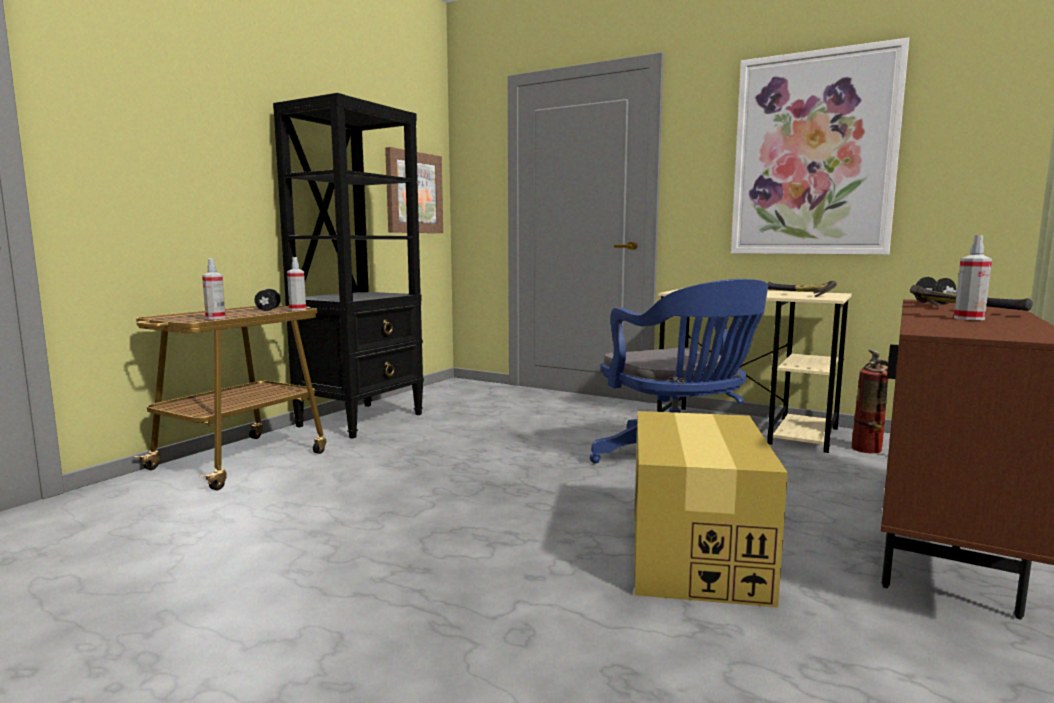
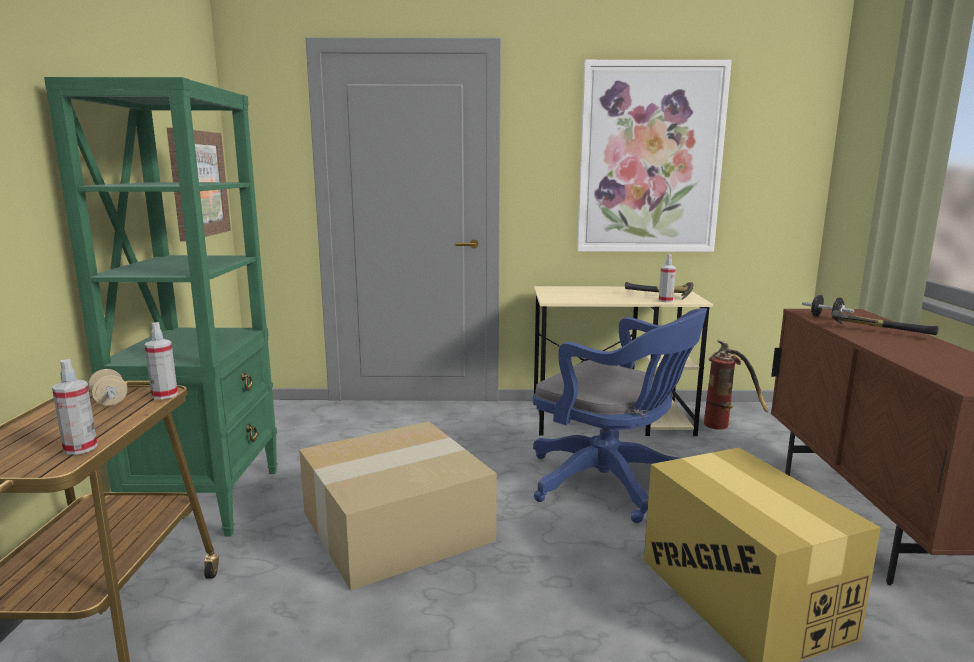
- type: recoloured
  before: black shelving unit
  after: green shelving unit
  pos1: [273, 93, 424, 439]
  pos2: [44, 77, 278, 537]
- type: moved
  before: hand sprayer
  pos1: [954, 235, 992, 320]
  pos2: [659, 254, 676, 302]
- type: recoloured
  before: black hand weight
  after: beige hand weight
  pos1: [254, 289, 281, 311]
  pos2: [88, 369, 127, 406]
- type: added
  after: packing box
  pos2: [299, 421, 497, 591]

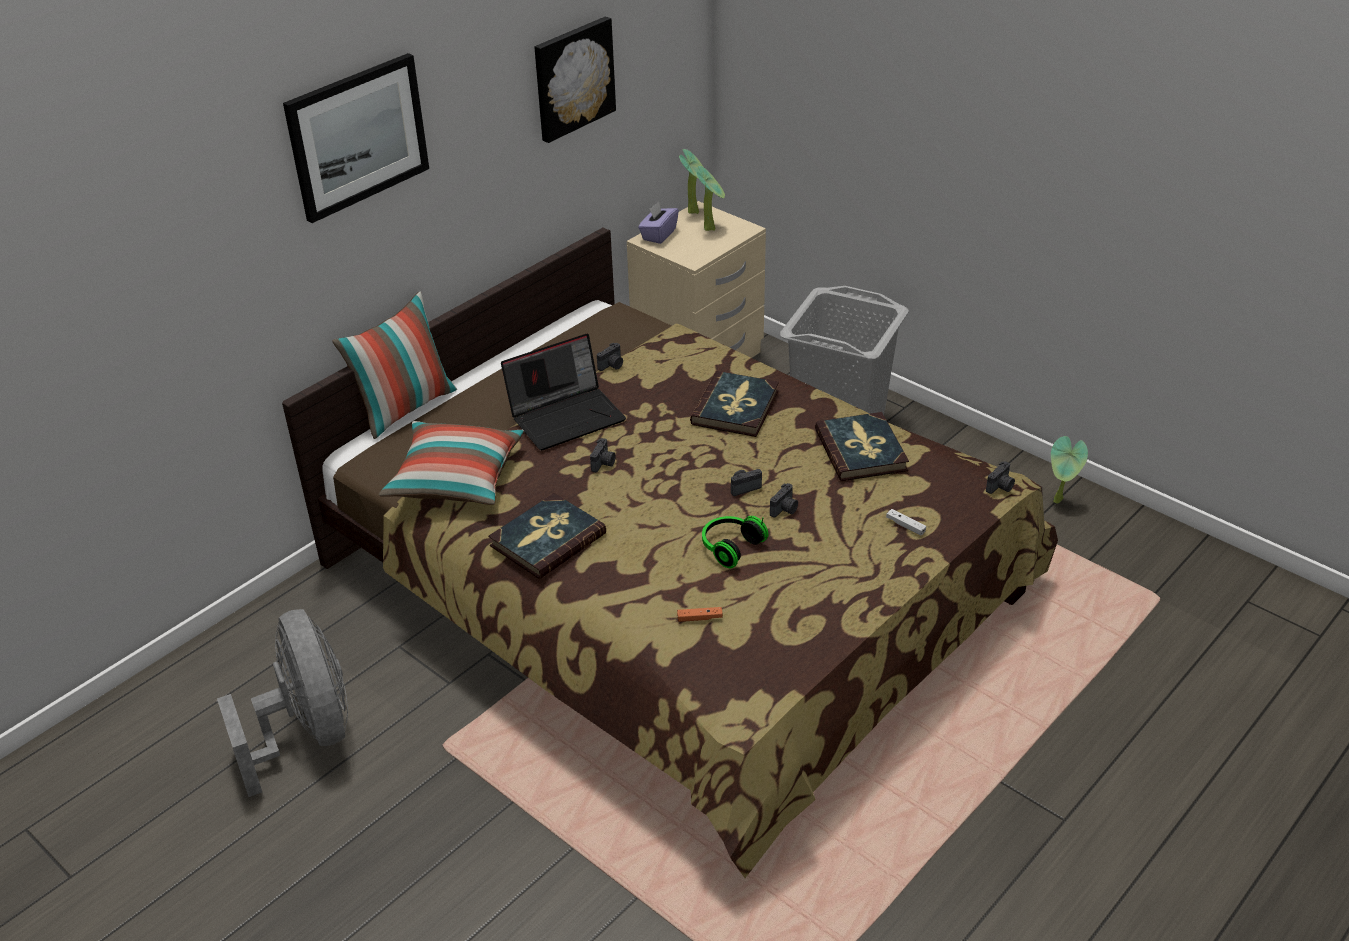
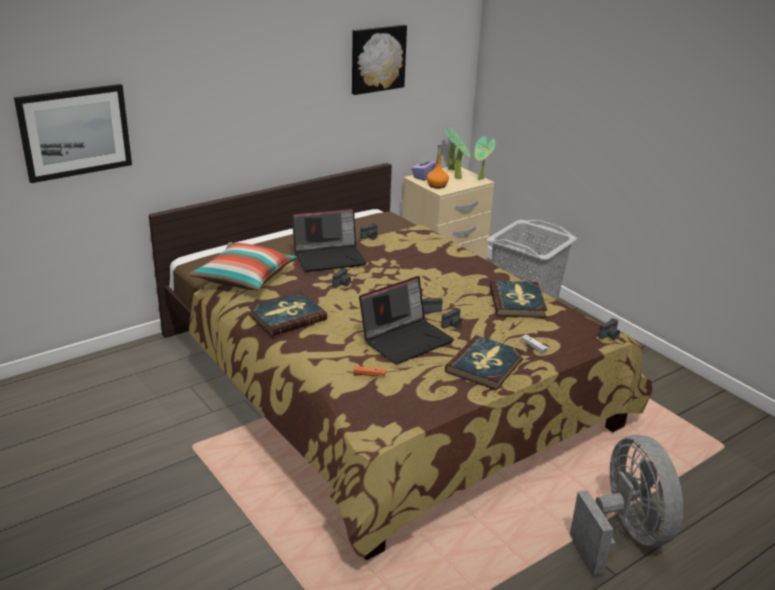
- type: moved
  before: picture
  pos1: [283, 53, 429, 223]
  pos2: [14, 84, 132, 183]
- type: removed
  before: cushion
  pos1: [332, 292, 457, 439]
- type: moved
  before: book
  pos1: [690, 371, 779, 437]
  pos2: [445, 335, 524, 390]
- type: moved
  before: houseplant
  pos1: [1051, 436, 1088, 504]
  pos2: [475, 136, 496, 180]
- type: replaced
  before: headset
  after: laptop
  pos1: [702, 516, 768, 568]
  pos2: [359, 276, 454, 364]
- type: moved
  before: gray electric fan
  pos1: [217, 609, 348, 797]
  pos2: [570, 435, 683, 575]
- type: added
  after: orange-coloured beverage bottle
  pos2: [427, 144, 449, 189]

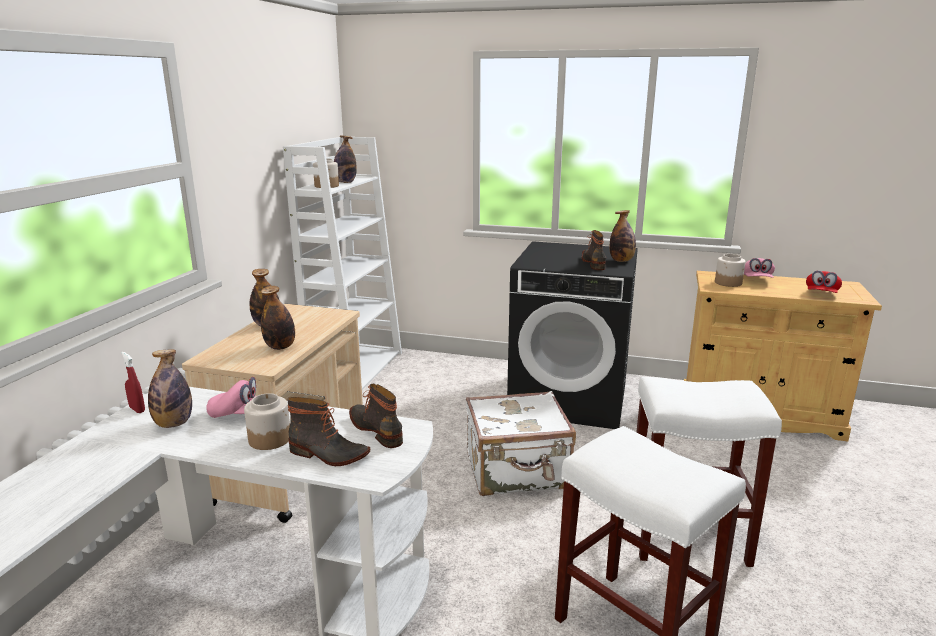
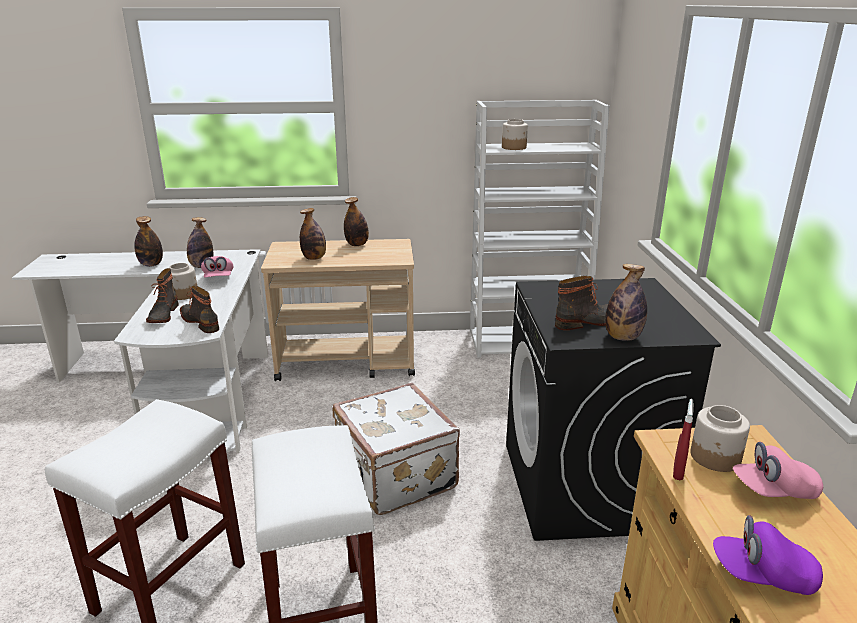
- type: moved
  before: beverage bottle
  pos1: [334, 135, 357, 183]
  pos2: [134, 216, 163, 267]
- type: recoloured
  before: reddish peaked cap
  after: purple-coloured peaked cap
  pos1: [806, 270, 842, 293]
  pos2: [713, 515, 823, 595]
- type: moved
  before: reddish hand sprayer
  pos1: [121, 352, 145, 413]
  pos2: [673, 399, 694, 480]
- type: turned
  before: tall boot
  pos1: [349, 384, 403, 448]
  pos2: [180, 286, 219, 333]
  turn: -75

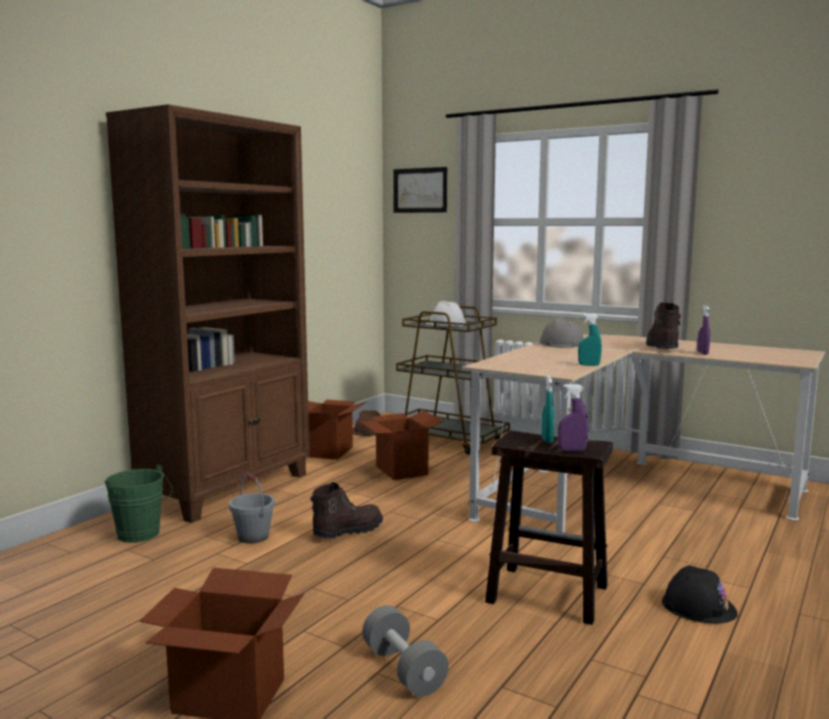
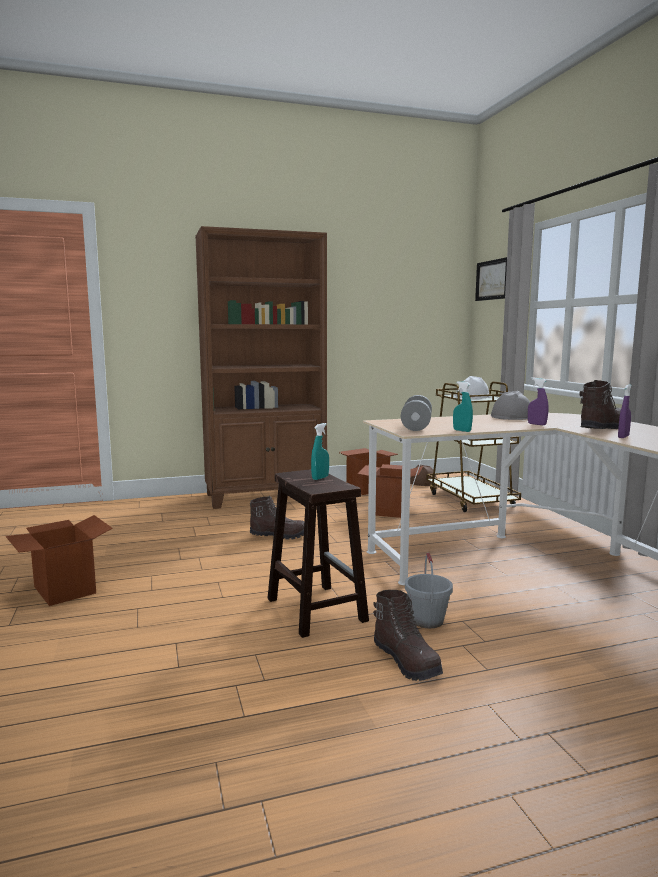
- type: moved
  before: purple-coloured hand sprayer
  pos1: [558, 384, 588, 451]
  pos2: [528, 378, 548, 425]
- type: removed
  before: green bucket
  pos1: [105, 465, 172, 543]
- type: moved
  before: gray bucket
  pos1: [229, 473, 275, 543]
  pos2: [405, 553, 453, 628]
- type: replaced
  before: black safety helmet
  after: brownish tall boot
  pos1: [662, 565, 738, 623]
  pos2: [373, 590, 443, 681]
- type: moved
  before: gray hand weight
  pos1: [362, 605, 449, 696]
  pos2: [401, 395, 432, 431]

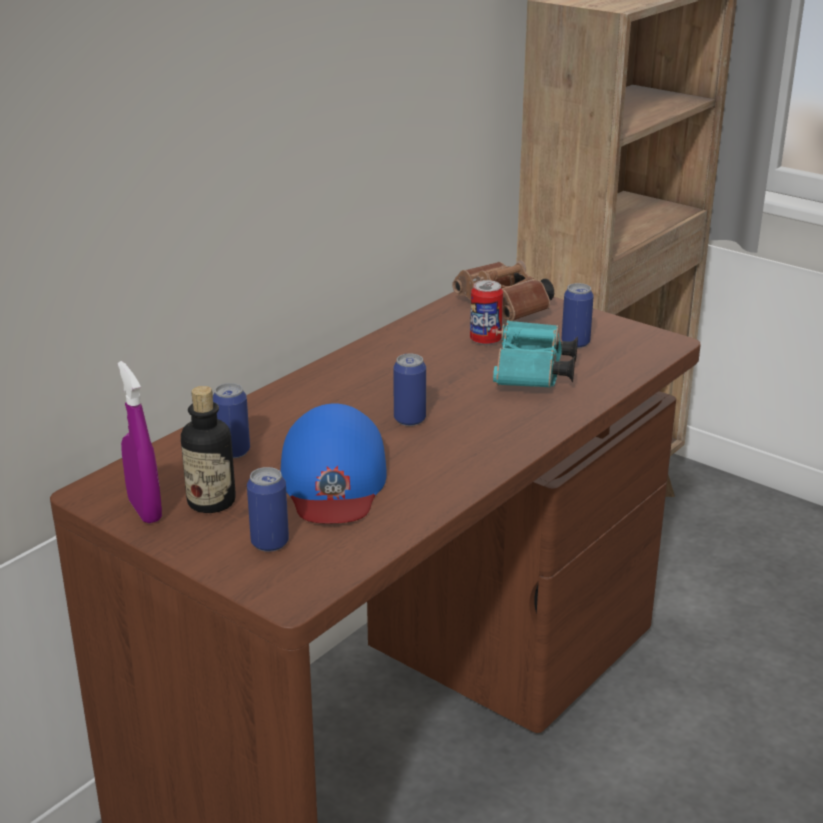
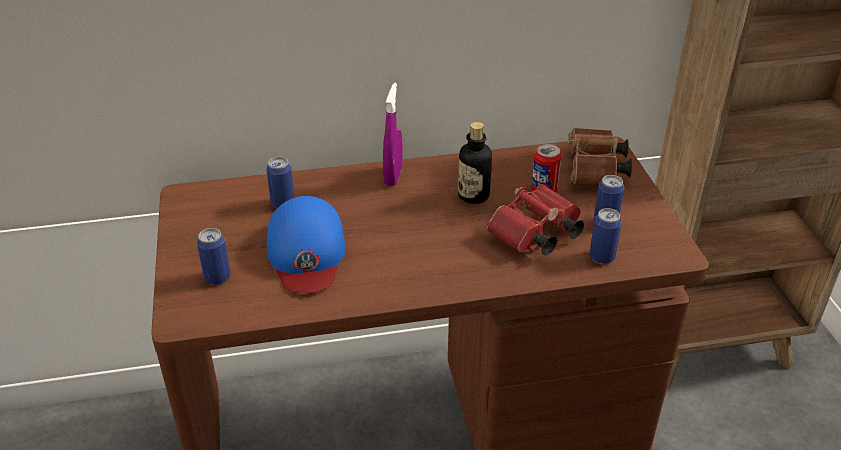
- type: recoloured
  before: turquoise binoculars
  after: reddish binoculars
  pos1: [493, 320, 578, 388]
  pos2: [487, 184, 584, 255]
- type: moved
  before: can
  pos1: [393, 354, 426, 426]
  pos2: [589, 208, 622, 264]
- type: moved
  before: purple-coloured hand sprayer
  pos1: [118, 361, 162, 524]
  pos2: [383, 83, 402, 186]
- type: moved
  before: beverage bottle
  pos1: [181, 386, 236, 513]
  pos2: [458, 122, 492, 204]
- type: turned
  before: blue-coloured peaked cap
  pos1: [280, 404, 387, 523]
  pos2: [267, 196, 345, 293]
  turn: -45

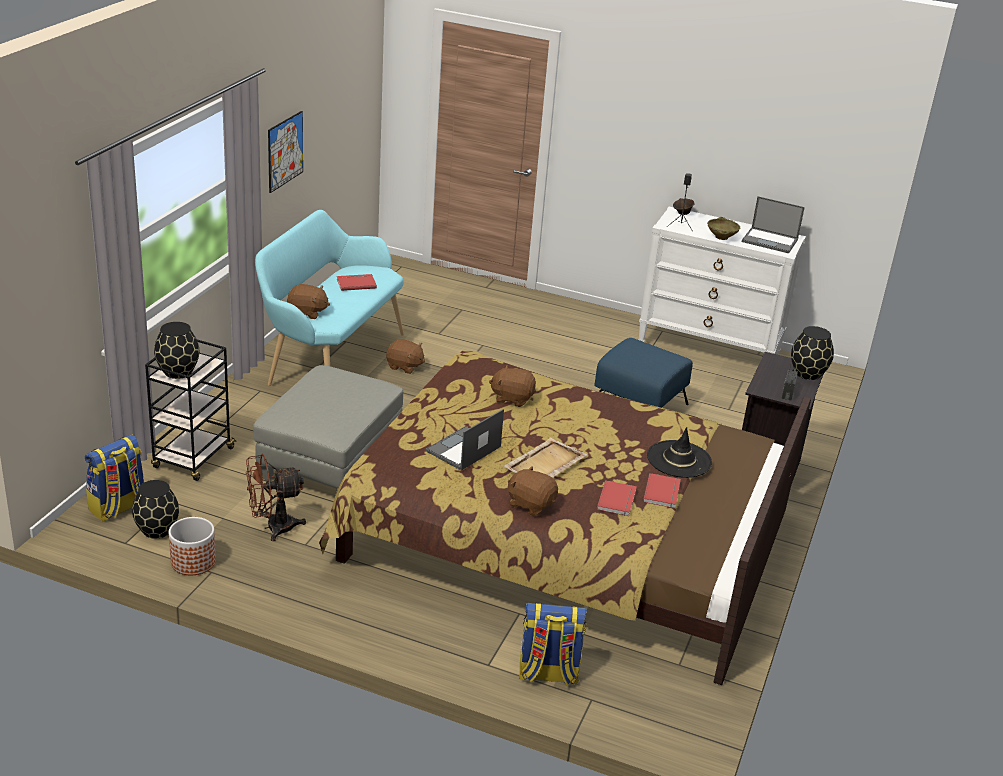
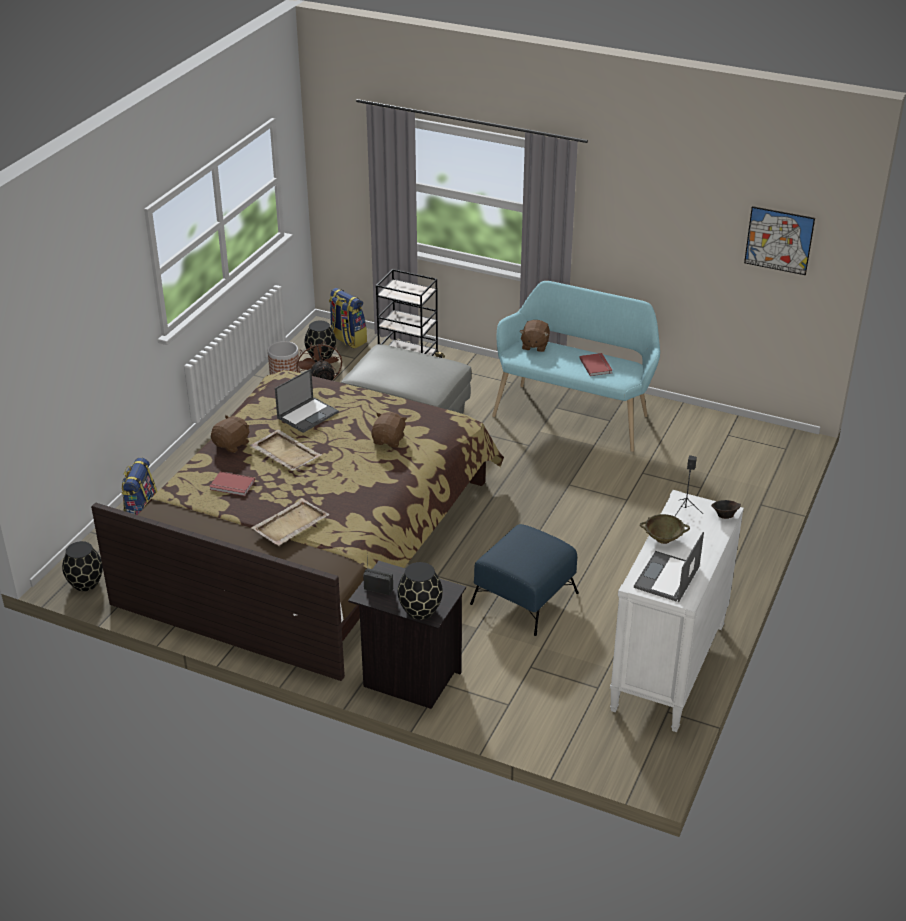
- type: moved
  before: picture
  pos1: [268, 111, 303, 193]
  pos2: [744, 206, 815, 275]
- type: moved
  before: black decorative vase
  pos1: [154, 322, 199, 379]
  pos2: [62, 541, 103, 591]
- type: removed
  before: brownish soft toy
  pos1: [386, 339, 425, 374]
- type: turned
  before: laptop
  pos1: [426, 409, 504, 471]
  pos2: [275, 369, 339, 433]
  turn: 90
- type: replaced
  before: black clothing hat
  after: beige carrying tray
  pos1: [647, 427, 712, 478]
  pos2: [251, 498, 330, 546]
- type: removed
  before: reddish book
  pos1: [643, 473, 681, 508]

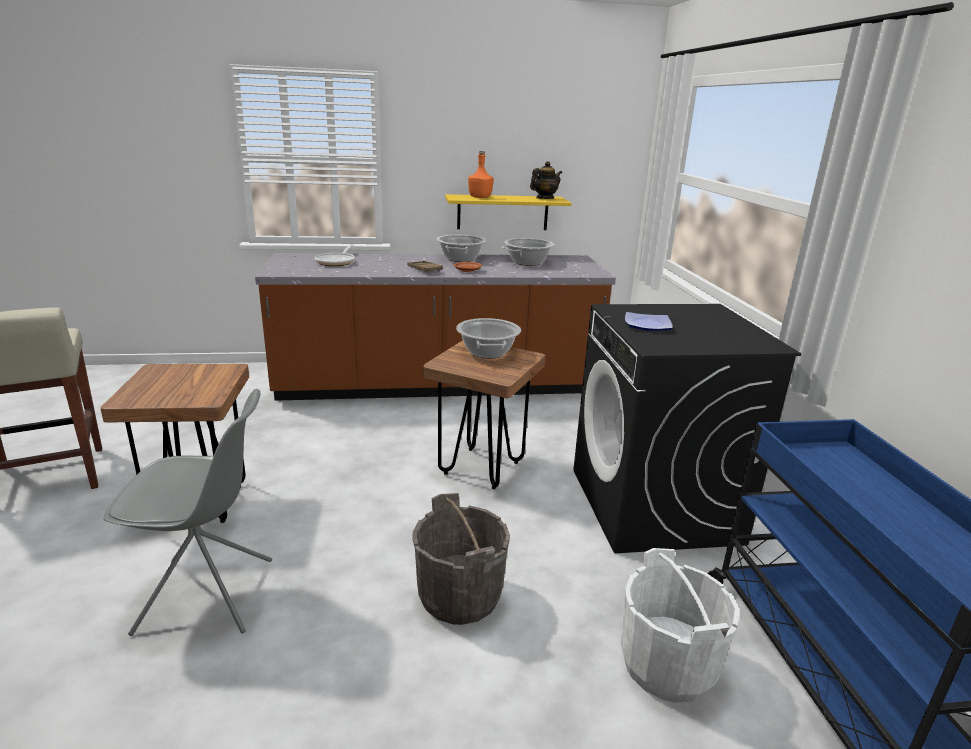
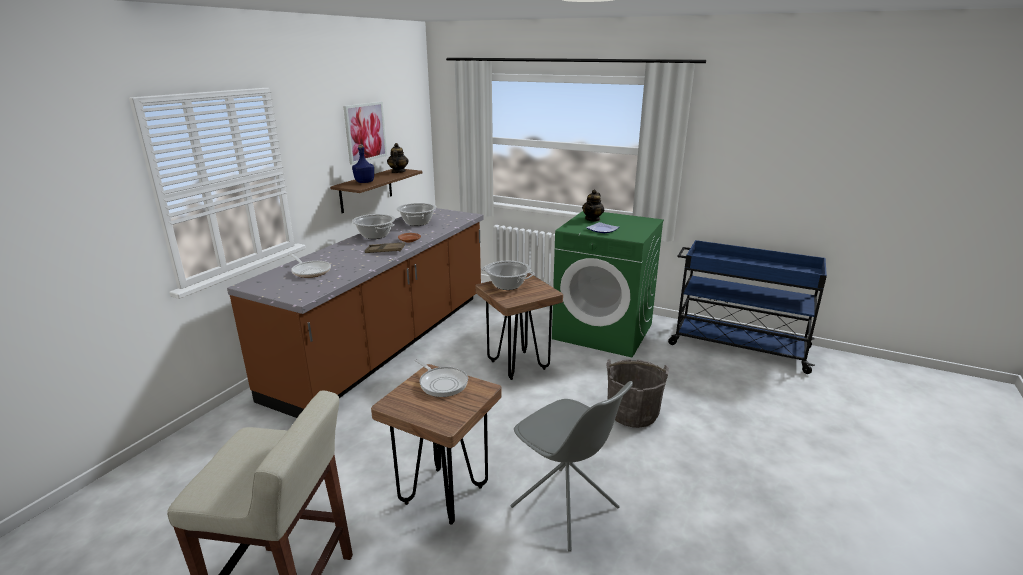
- type: recoloured
  before: orange-coloured beverage bottle
  after: blue-coloured beverage bottle
  pos1: [468, 151, 494, 198]
  pos2: [352, 144, 374, 183]
- type: recoloured
  before: yellowish shelf
  after: brownish shelf
  pos1: [445, 194, 572, 230]
  pos2: [330, 169, 422, 213]
- type: recoloured
  before: black laundry appliance
  after: green laundry appliance
  pos1: [573, 304, 802, 553]
  pos2: [552, 211, 664, 358]
- type: turned
  before: gray plain chair
  pos1: [103, 389, 272, 636]
  pos2: [510, 381, 633, 551]
  turn: 105
- type: removed
  before: whitish bucket
  pos1: [621, 548, 740, 703]
- type: added
  after: picture
  pos2: [343, 102, 387, 164]
- type: added
  after: teapot
  pos2: [582, 190, 604, 222]
- type: added
  after: skillet
  pos2: [414, 359, 468, 397]

